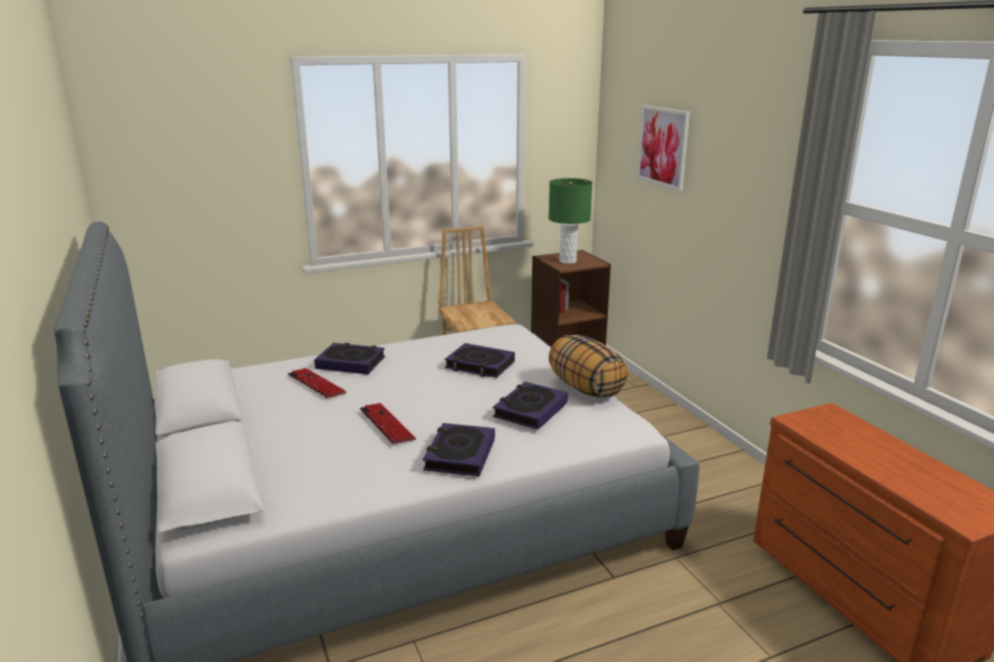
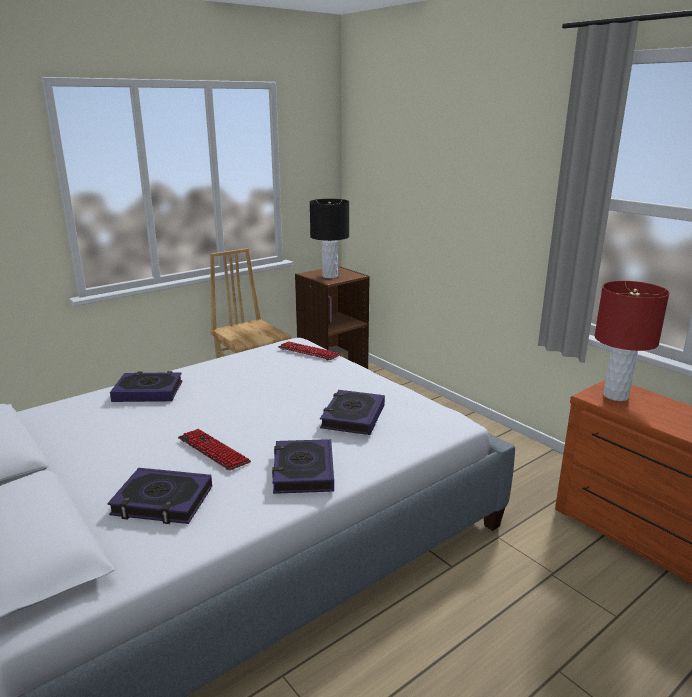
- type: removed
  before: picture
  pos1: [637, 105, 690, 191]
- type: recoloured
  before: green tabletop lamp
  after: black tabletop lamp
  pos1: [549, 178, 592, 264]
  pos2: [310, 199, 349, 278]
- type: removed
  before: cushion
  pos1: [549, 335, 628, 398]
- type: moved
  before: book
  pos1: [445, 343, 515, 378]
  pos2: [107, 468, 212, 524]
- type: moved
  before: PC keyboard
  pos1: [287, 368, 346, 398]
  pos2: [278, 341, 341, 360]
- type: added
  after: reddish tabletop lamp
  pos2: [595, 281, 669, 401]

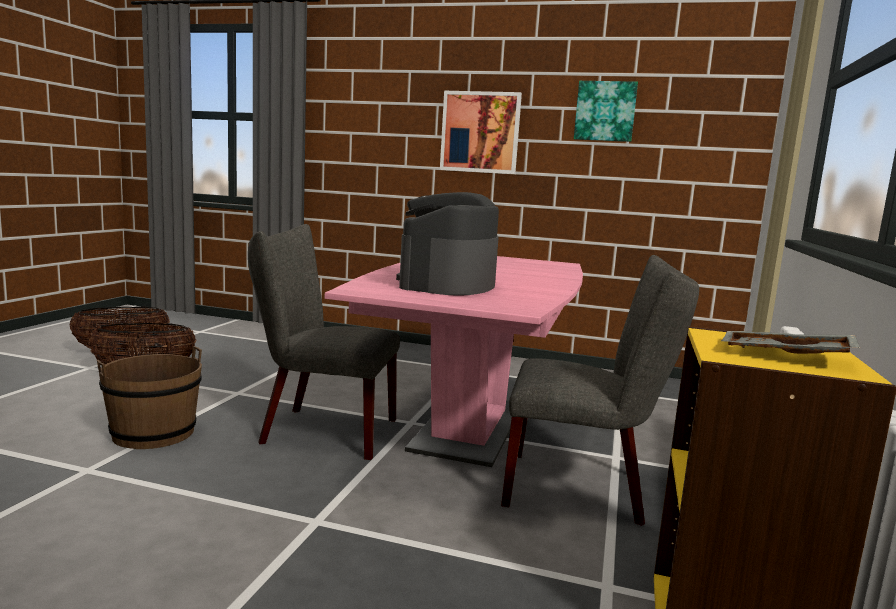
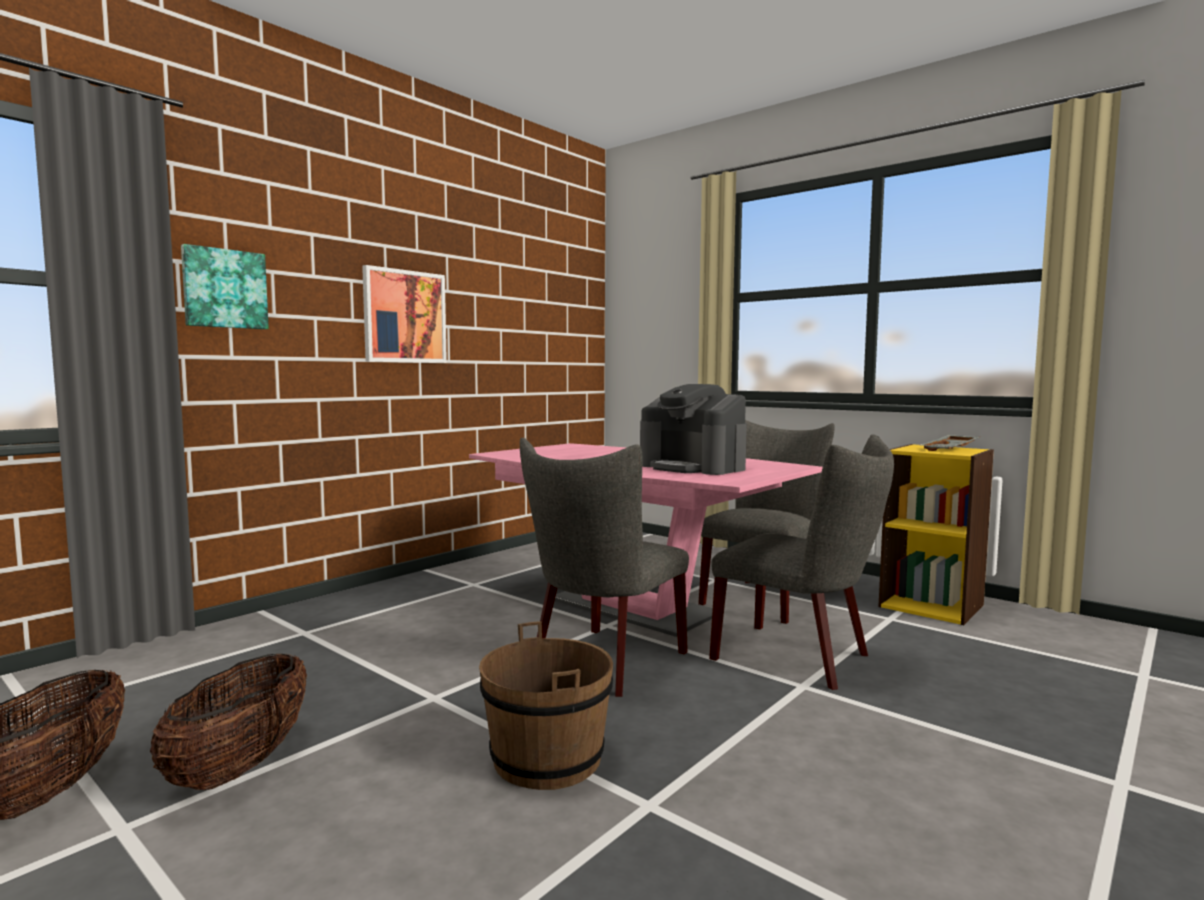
- type: moved
  before: picture
  pos1: [574, 81, 638, 142]
  pos2: [181, 244, 269, 329]
- type: added
  after: gray plain chair
  pos2: [709, 434, 894, 690]

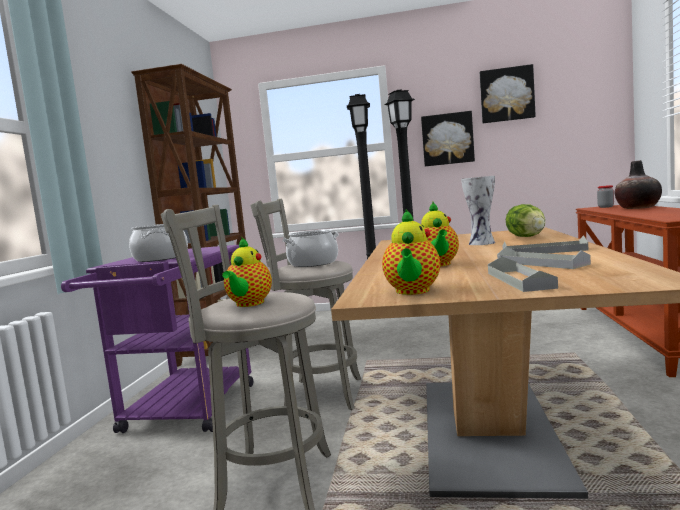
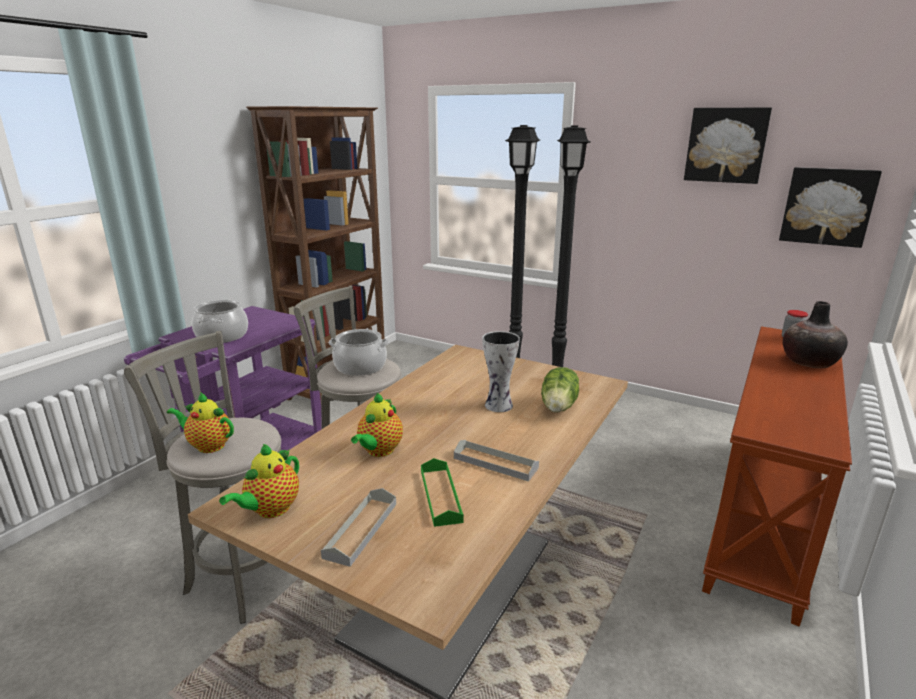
- type: moved
  before: picture
  pos1: [421, 111, 475, 166]
  pos2: [779, 167, 882, 248]
- type: turned
  before: teapot
  pos1: [222, 237, 272, 307]
  pos2: [167, 392, 234, 453]
  turn: 75
- type: recoloured
  before: gray carrying tray
  after: green carrying tray
  pos1: [497, 247, 591, 269]
  pos2: [421, 458, 464, 527]

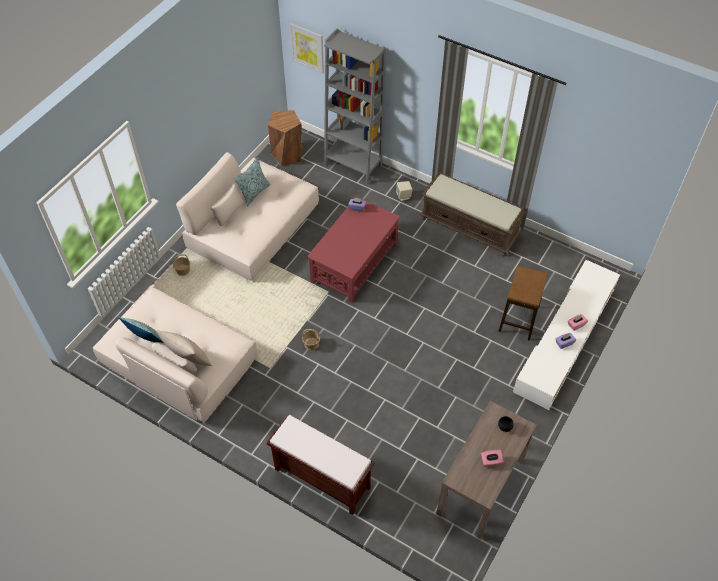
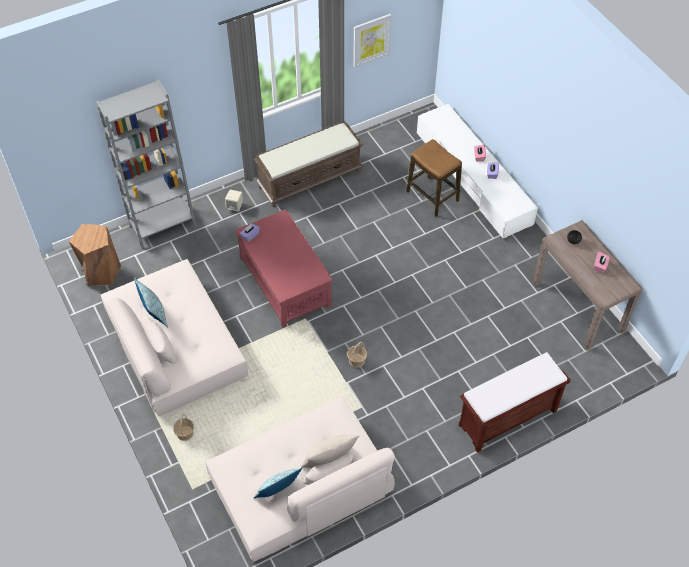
- type: moved
  before: picture
  pos1: [289, 23, 324, 74]
  pos2: [353, 14, 392, 67]

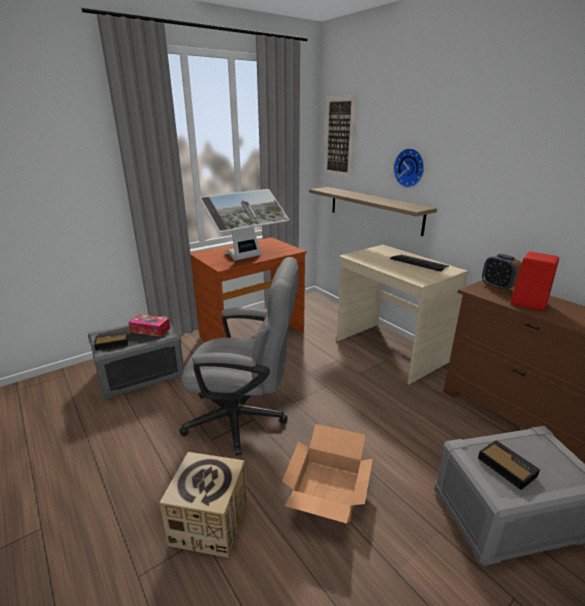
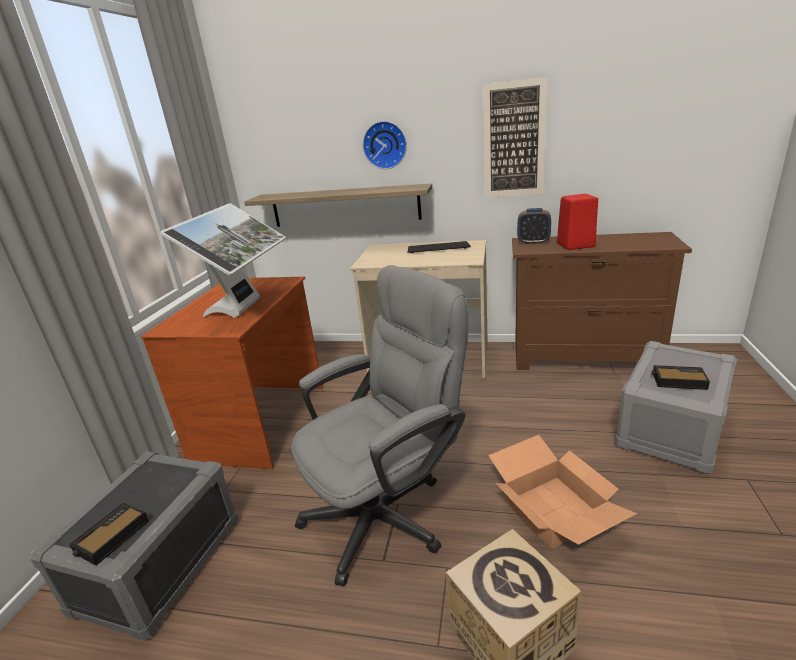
- type: moved
  before: picture
  pos1: [324, 95, 356, 178]
  pos2: [483, 77, 548, 198]
- type: removed
  before: tissue box
  pos1: [128, 314, 170, 337]

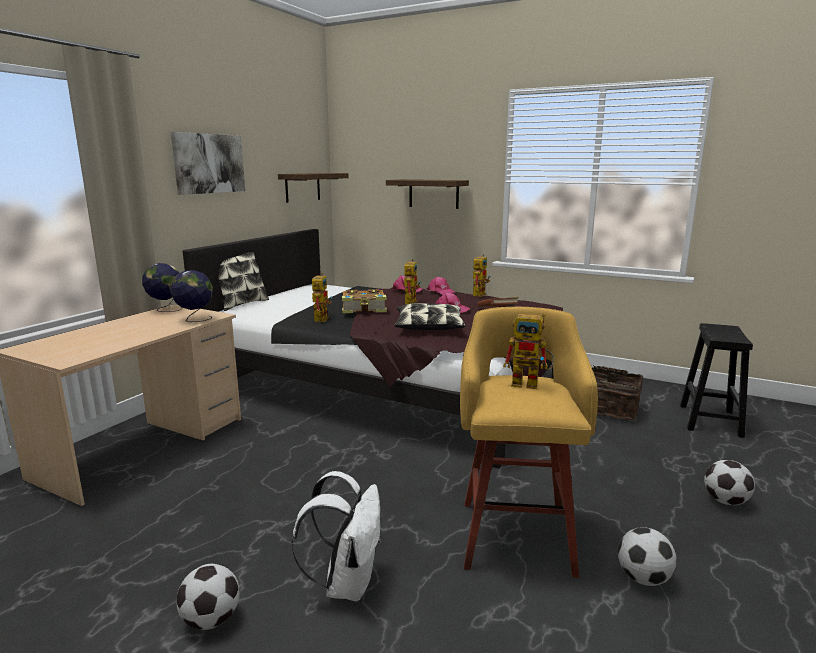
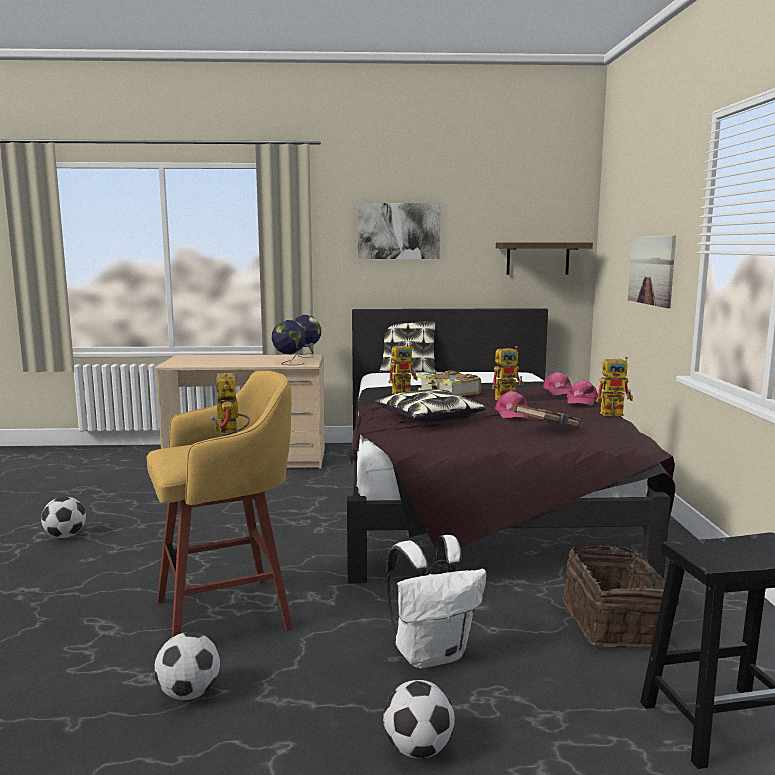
- type: replaced
  before: shelf
  after: picture
  pos1: [386, 179, 469, 209]
  pos2: [628, 236, 676, 308]
- type: moved
  before: whitish backpack
  pos1: [292, 471, 381, 601]
  pos2: [386, 535, 486, 669]

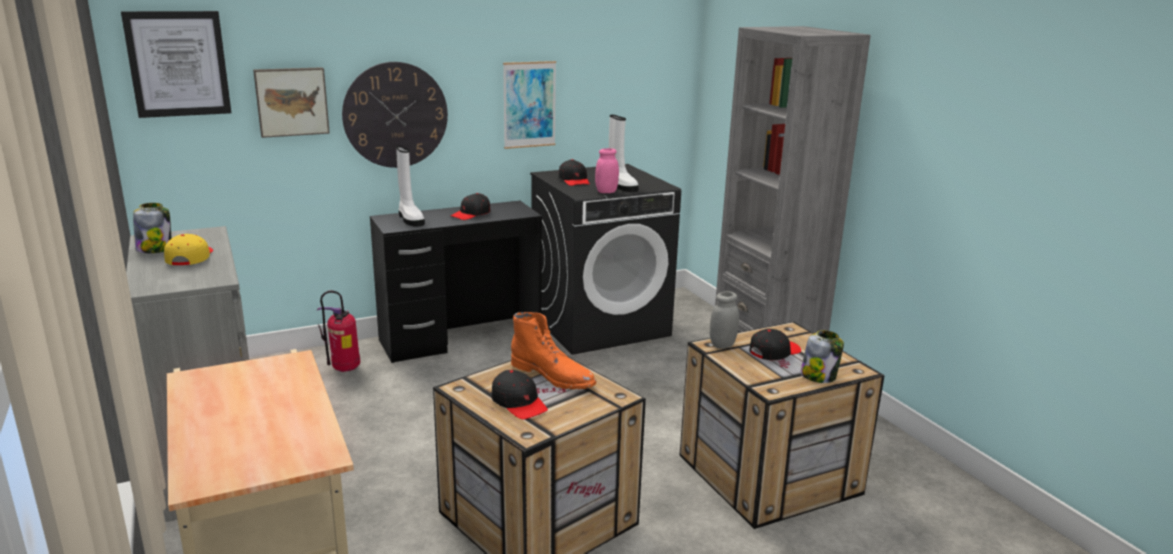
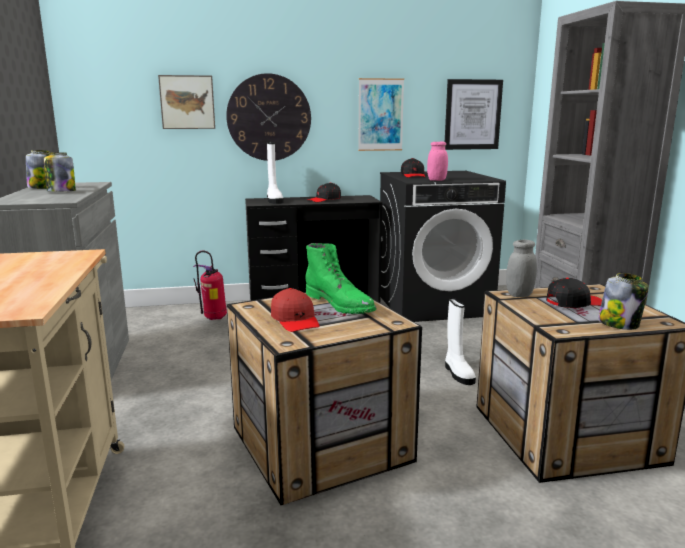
- type: moved
  before: picture
  pos1: [121, 11, 231, 118]
  pos2: [445, 79, 503, 150]
- type: moved
  before: whitish tall boot
  pos1: [609, 115, 639, 192]
  pos2: [445, 298, 476, 385]
- type: replaced
  before: yellowish peaked cap
  after: storage jar
  pos1: [164, 234, 213, 265]
  pos2: [44, 152, 76, 192]
- type: recoloured
  before: orange-coloured tall boot
  after: green tall boot
  pos1: [511, 312, 596, 389]
  pos2: [305, 243, 376, 314]
- type: recoloured
  before: black peaked cap
  after: reddish peaked cap
  pos1: [492, 370, 548, 419]
  pos2: [271, 288, 319, 332]

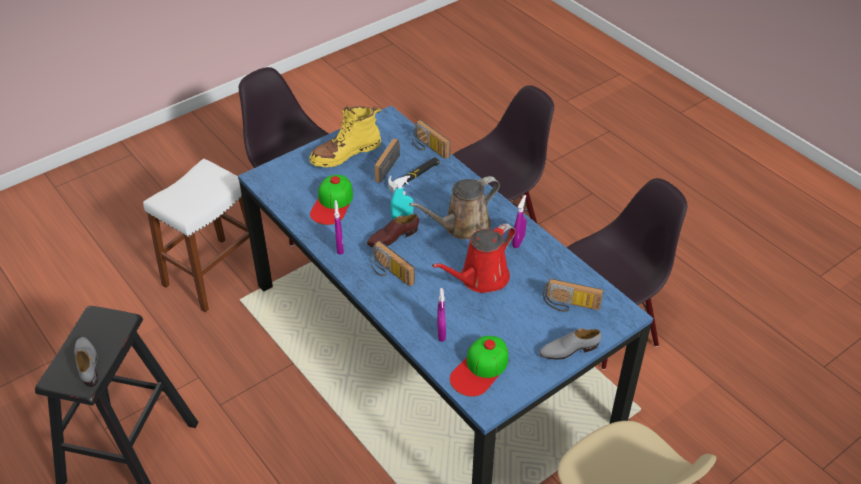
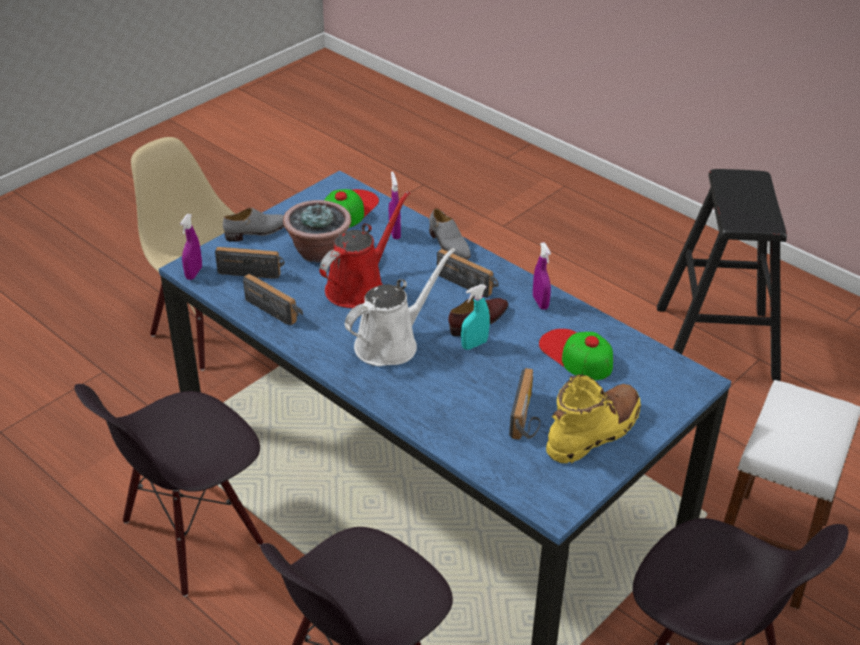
- type: moved
  before: radio set
  pos1: [411, 120, 450, 159]
  pos2: [243, 274, 303, 326]
- type: removed
  before: hand hammer
  pos1: [388, 157, 440, 195]
- type: turned
  before: peaked cap
  pos1: [310, 175, 353, 225]
  pos2: [539, 329, 613, 380]
  turn: -45
- type: recoloured
  before: brownish watering can
  after: whitish watering can
  pos1: [409, 176, 500, 239]
  pos2: [345, 248, 455, 366]
- type: moved
  before: purple-coloured hand sprayer
  pos1: [512, 195, 527, 248]
  pos2: [180, 214, 202, 280]
- type: moved
  before: gray low shoe
  pos1: [74, 337, 98, 387]
  pos2: [429, 208, 471, 260]
- type: added
  after: houseplant
  pos2: [283, 200, 351, 262]

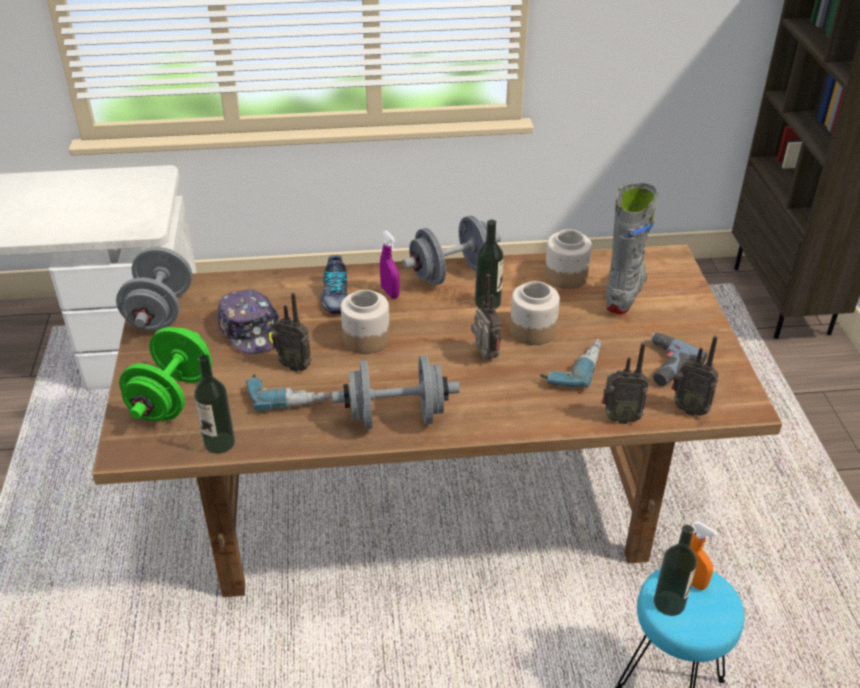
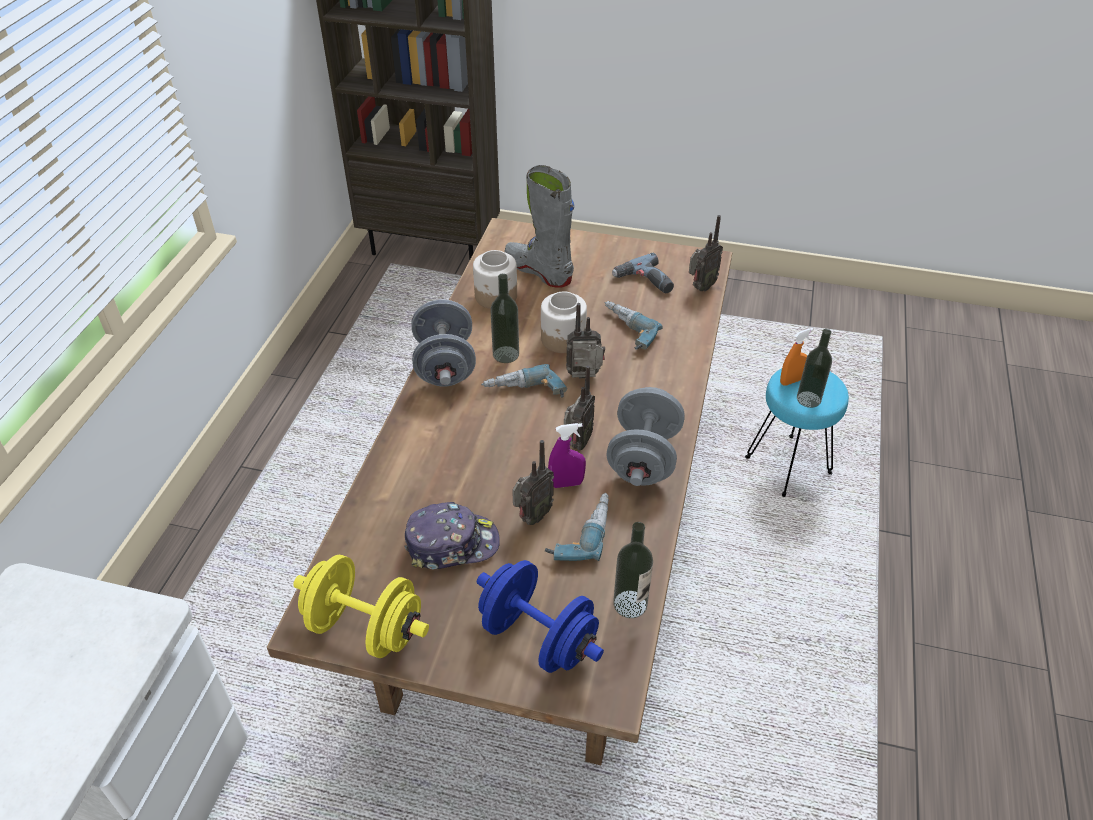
- type: moved
  before: purple-coloured hand sprayer
  pos1: [380, 230, 400, 299]
  pos2: [548, 423, 586, 488]
- type: recoloured
  before: gray hand weight
  after: yellowish hand weight
  pos1: [116, 247, 192, 330]
  pos2: [293, 555, 429, 658]
- type: removed
  before: low shoe
  pos1: [320, 255, 347, 314]
- type: removed
  before: storage jar
  pos1: [341, 290, 390, 354]
- type: recoloured
  before: green hand weight
  after: blue-coloured hand weight
  pos1: [119, 327, 212, 421]
  pos2: [477, 560, 604, 673]
- type: moved
  before: radio set
  pos1: [602, 342, 648, 424]
  pos2: [564, 366, 595, 450]
- type: added
  after: electric drill
  pos2: [481, 364, 567, 397]

